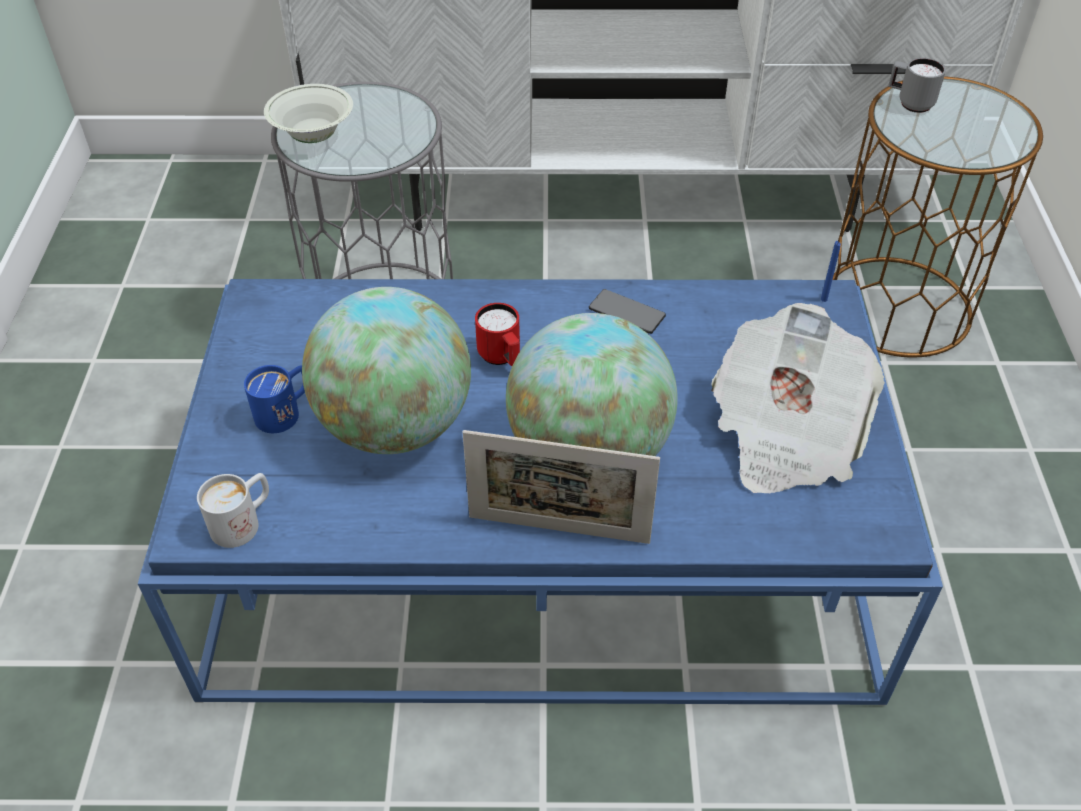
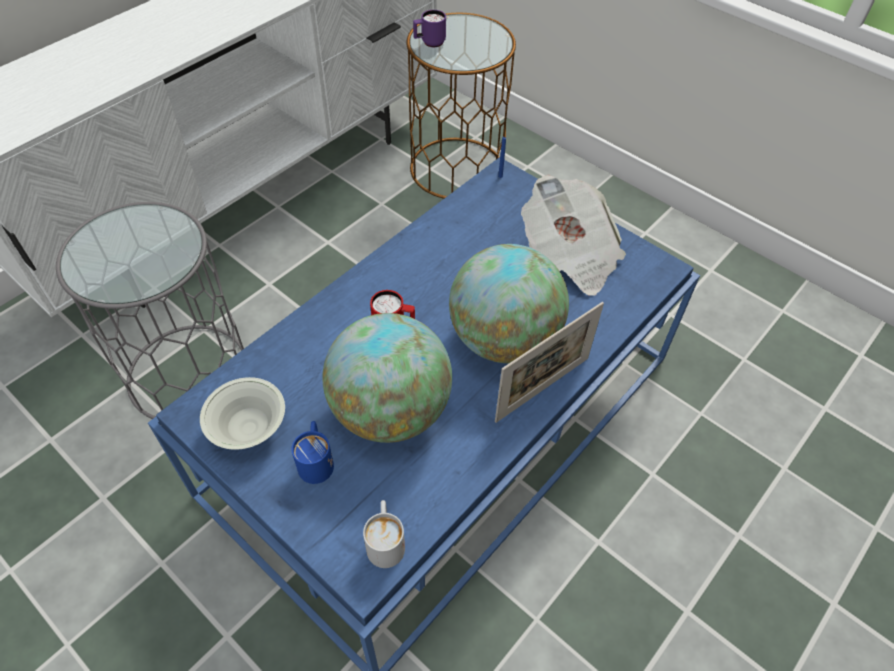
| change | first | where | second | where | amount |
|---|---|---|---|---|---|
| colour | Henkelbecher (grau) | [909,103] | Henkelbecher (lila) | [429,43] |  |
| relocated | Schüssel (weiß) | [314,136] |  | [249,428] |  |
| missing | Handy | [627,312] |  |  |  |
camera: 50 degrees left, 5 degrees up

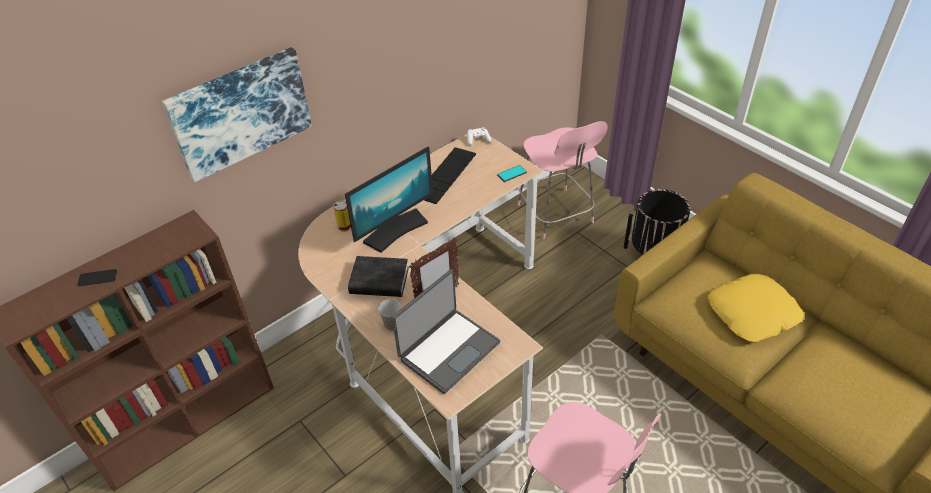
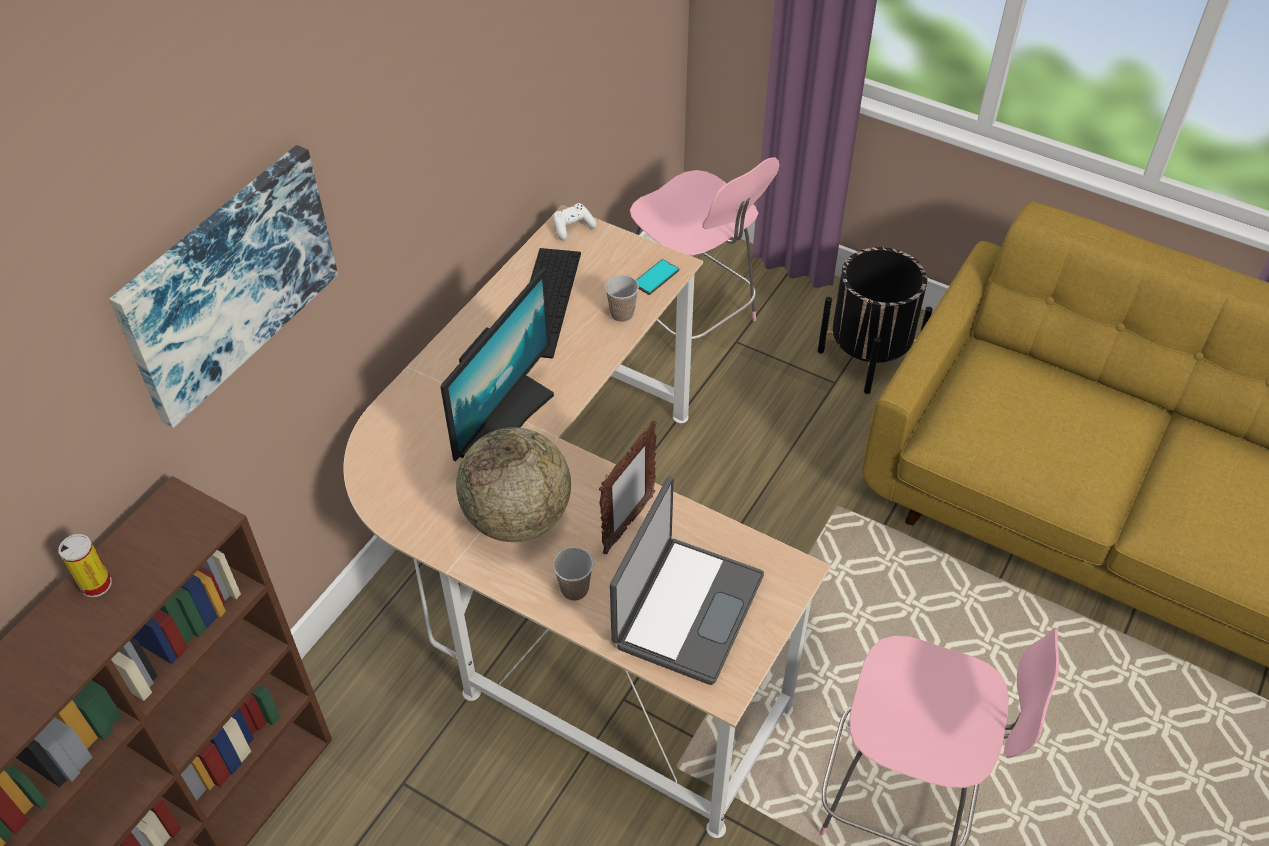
| change | first | where | second | where | amount |
|---|---|---|---|---|---|
| relocated | Dose | [344,227] |  | [96,584] |  |
| exchanged | Buch (schwarz) | [379,281] | Globus | [518,518] |  |
| missing | Handy | [97,278] |  |  |  |
| missing | Kissen (gelb) | [753,314] |  |  |  |
| appeared |  |  | Tasse | [622,314] |  |
camera: 20 degrees left, 5 degrees up

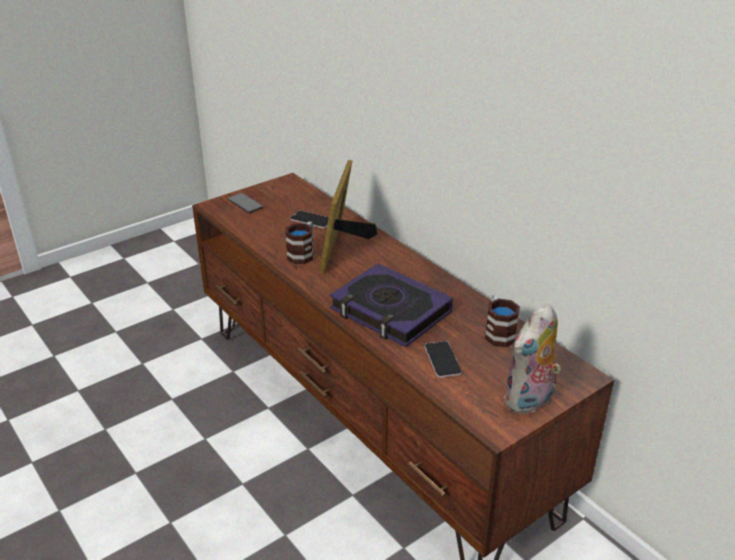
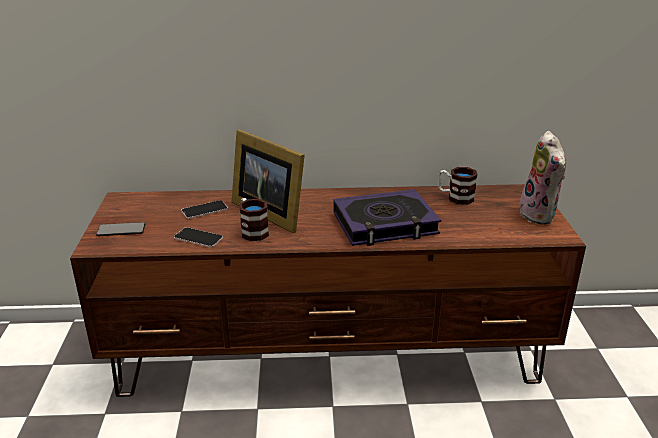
| change | first | where | second | where | amount |
|---|---|---|---|---|---|
| relocated | Handy | [442,360] |  | [198,238] |  |
camera: 55 degrees left, 5 degrees down

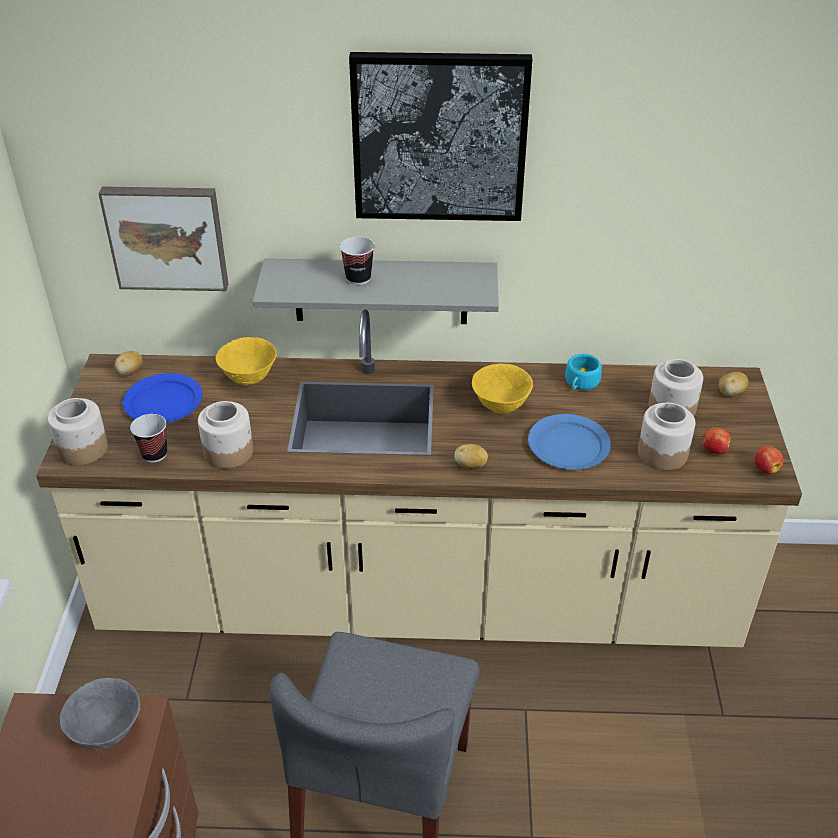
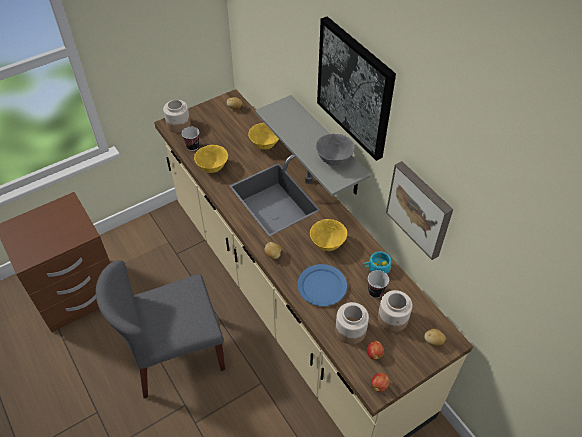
| change | first | where | second | where | amount |
|---|---|---|---|---|---|
| relocated | Bild | [167,236] |  | [420,209] |  |
| relocated | Tasse | [358,278] |  | [375,292] |  |
| missing | Teller (blau) | [163,402] |  |  |  |
| exchanged | Vorratsglas | [229,452] | Schüssel (gelb) | [213,168] |  |
| relocated | Schüssel (grau) | [108,731] |  | [334,160] |  |
camera: 55 degrees right, 10 degrees up

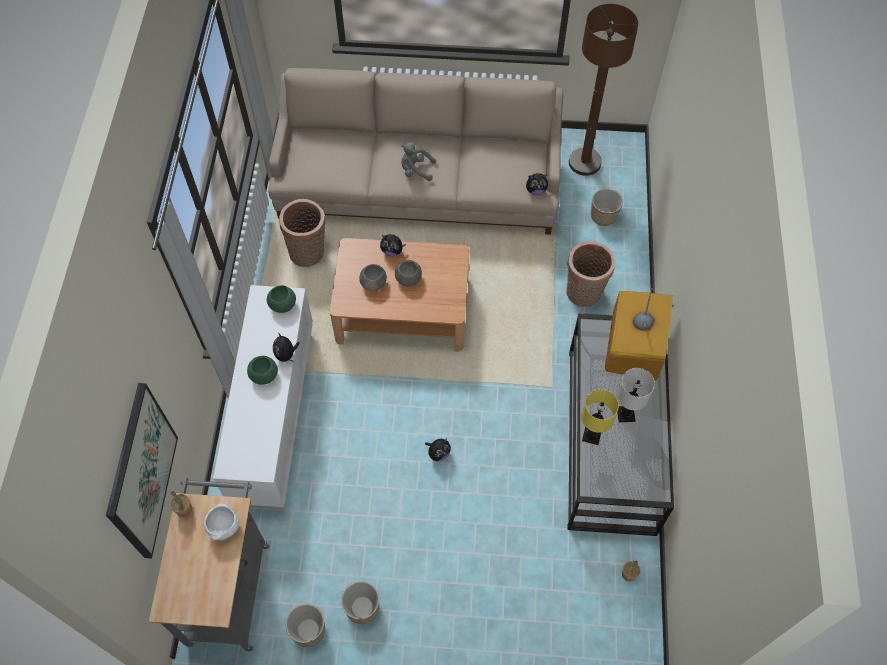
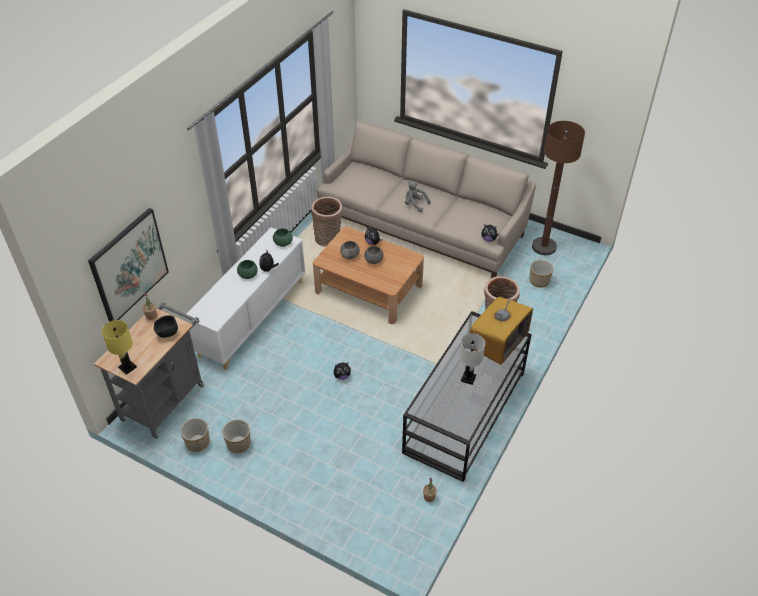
| change | first | where | second | where | amount |
|---|---|---|---|---|---|
| relocated | Tischlampe (gelb) | [592,435] |  | [128,367] |  |
| colour | Schüssel (weiß) | [224,528] | Schüssel (schwarz) | [167,334] |  |
camera: 25 degrees right, 15 degrees down

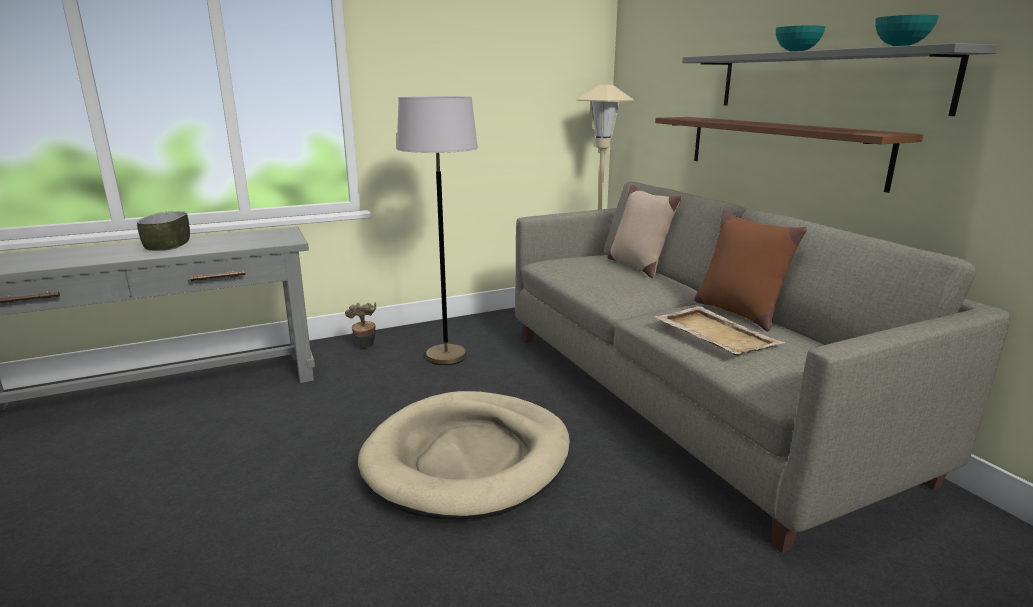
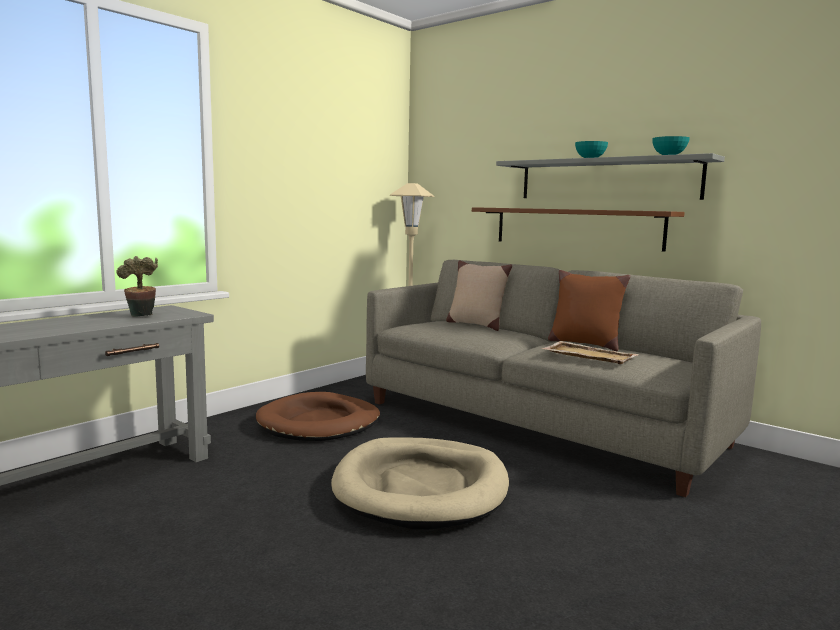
| change | first | where | second | where | amount |
|---|---|---|---|---|---|
| exchanged | Stehlampe (grau) | [446,356] | Hundebett (braun) | [319,423] |  |
| missing | Schüssel | [168,245] |  |  |  |
| relocated | Topfpflanze | [365,346] |  | [141,316] |  |
camera: 25 degrees left, 10 degrees down

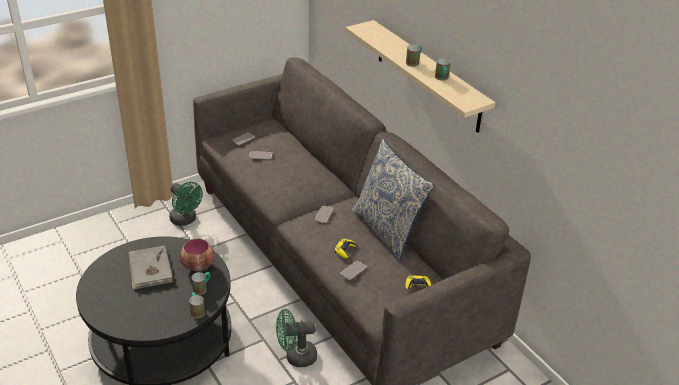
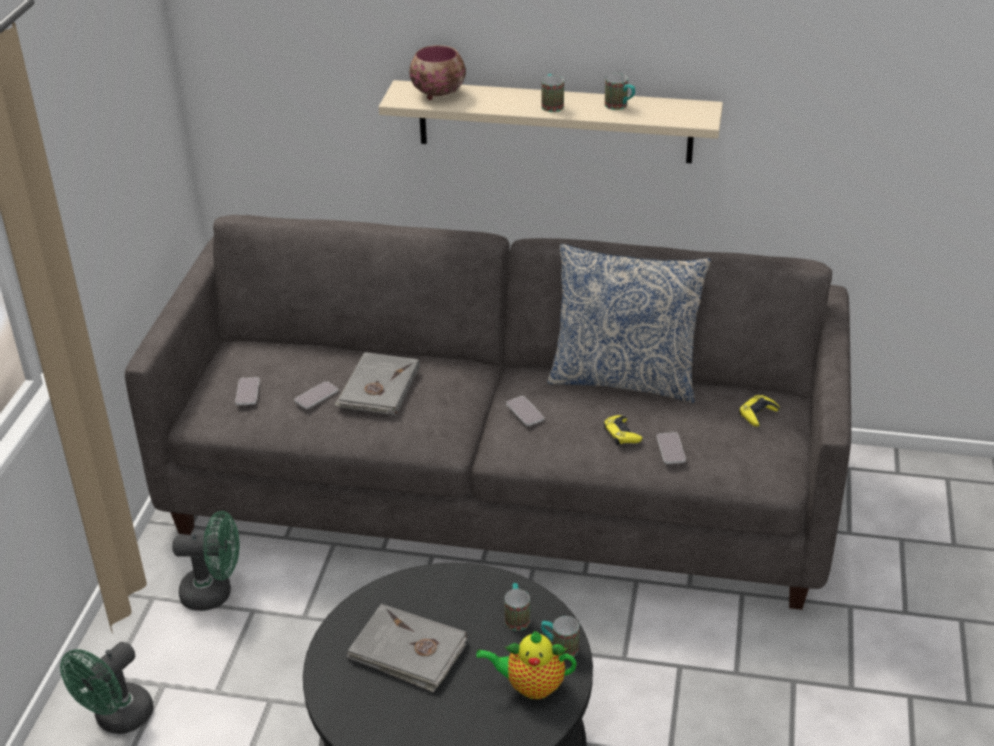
| change | first | where | second | where | amount |
|---|---|---|---|---|---|
| relocated | Schüssel | [199,266] |  | [440,93] |  |
| relocated | Ventilator (grün) | [296,357] |  | [117,719] |  |
| appeared |  |  | Buch (grau) | [378,387] |  |
| appeared |  |  | Teekanne | [531,686] |  |
camera: 45 degrees left, 0 degrees up

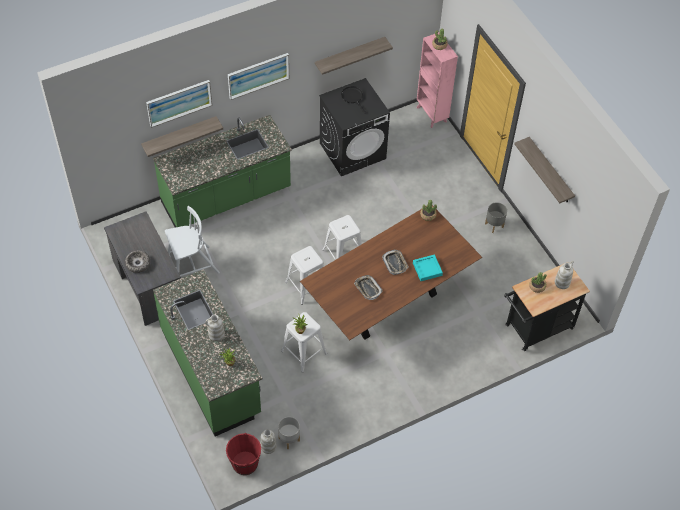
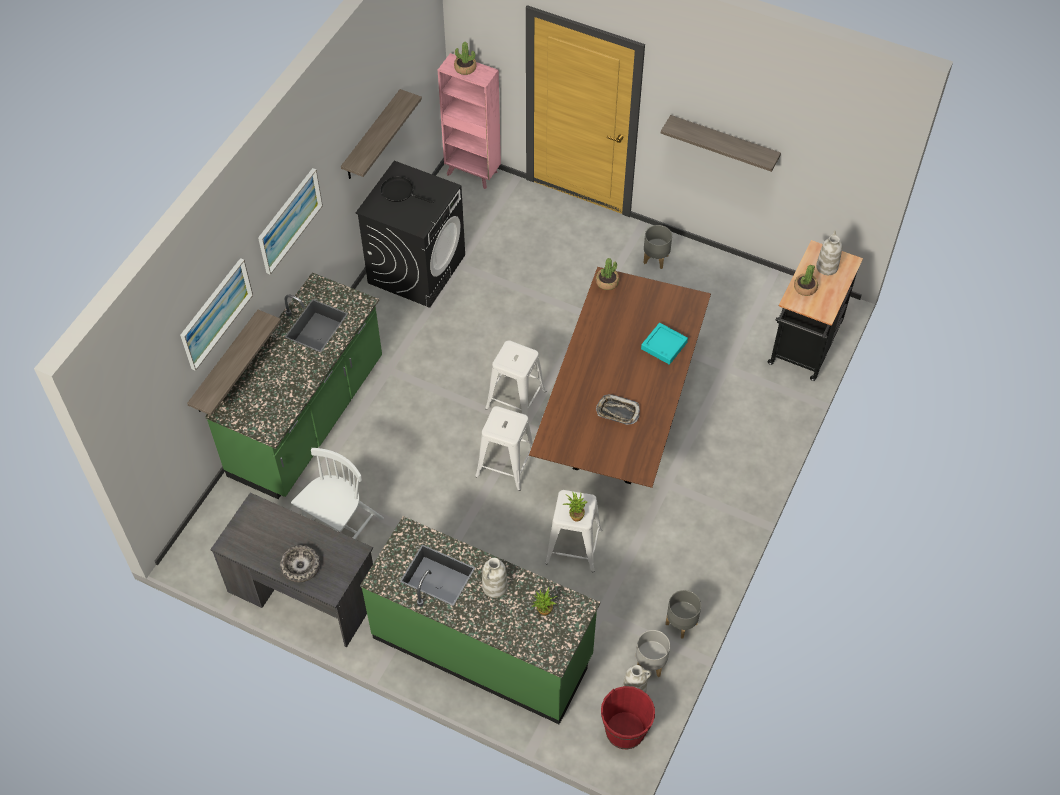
| change | first | where | second | where | amount |
|---|---|---|---|---|---|
| missing | Tablett | [395,263] |  |  |  |
| appeared |  |  | Pflanzkübel (grau) | [680,623] |  |
camera: 35 degrees left, 0 degrees up

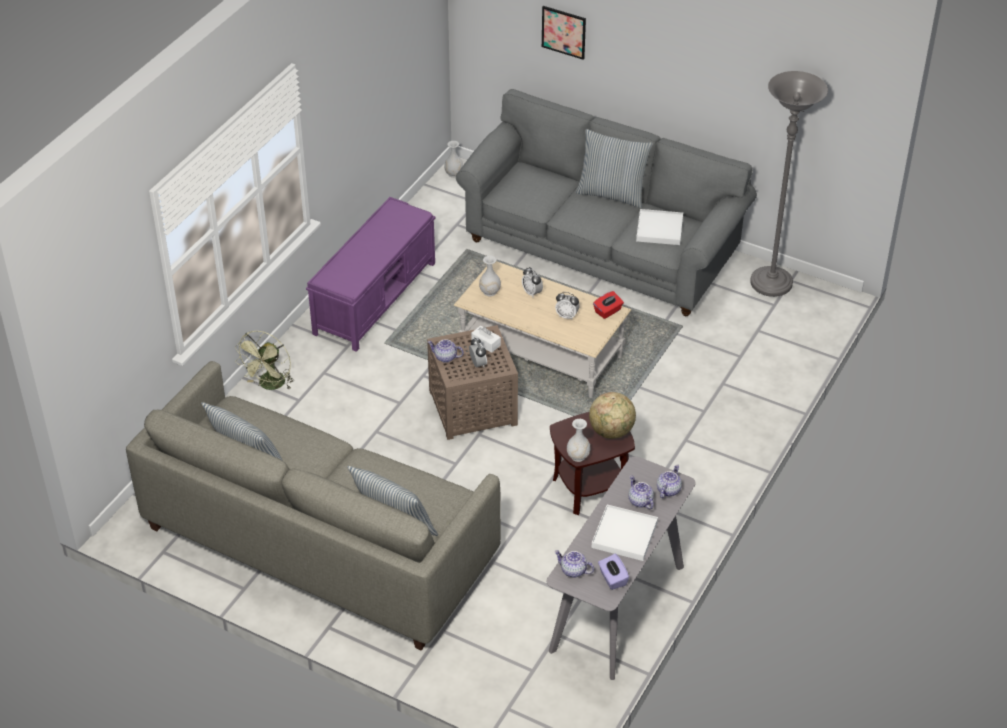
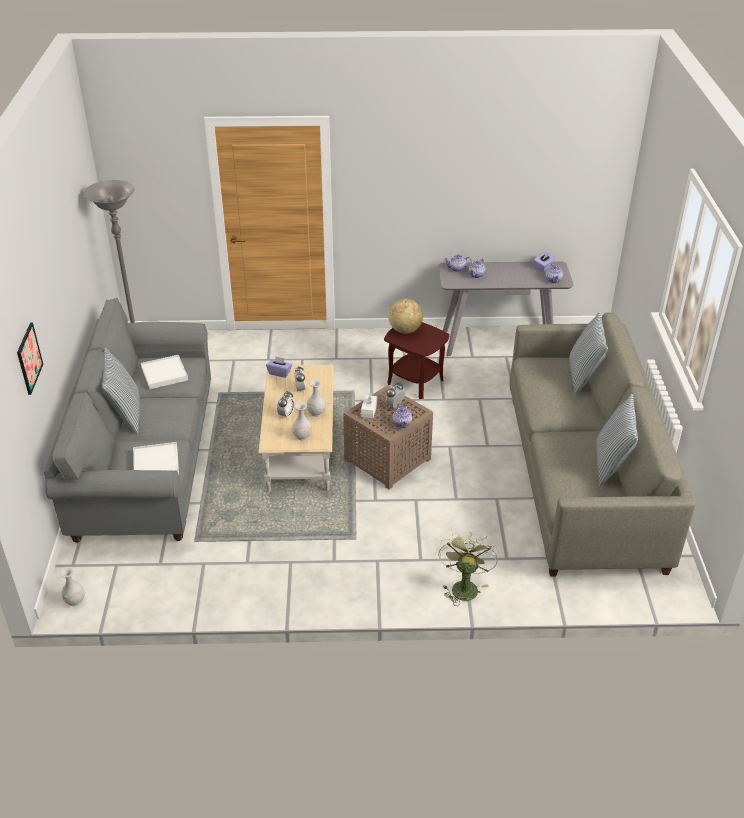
| change | first | where | second | where | amount |
|---|---|---|---|---|---|
| missing | Bank (lila) | [375,297] |  |  |  |
| colour | Taschentuchbox (rot) | [608,311] | Taschentuchbox (lila) | [279,373] |  |
| spun | Ventilator (grün) | [270,385] |  | [464,586] | 75 degrees counterclockwise |
| relocated | Vase (weiß) | [578,456] |  | [316,413] |  |
| relocated | Tablett (weiß) | [624,535] |  | [156,463] |  |
camera: 120 degrees left, 5 degrees down

